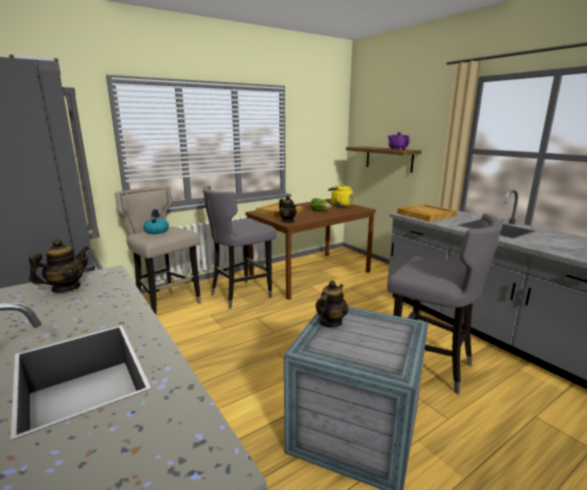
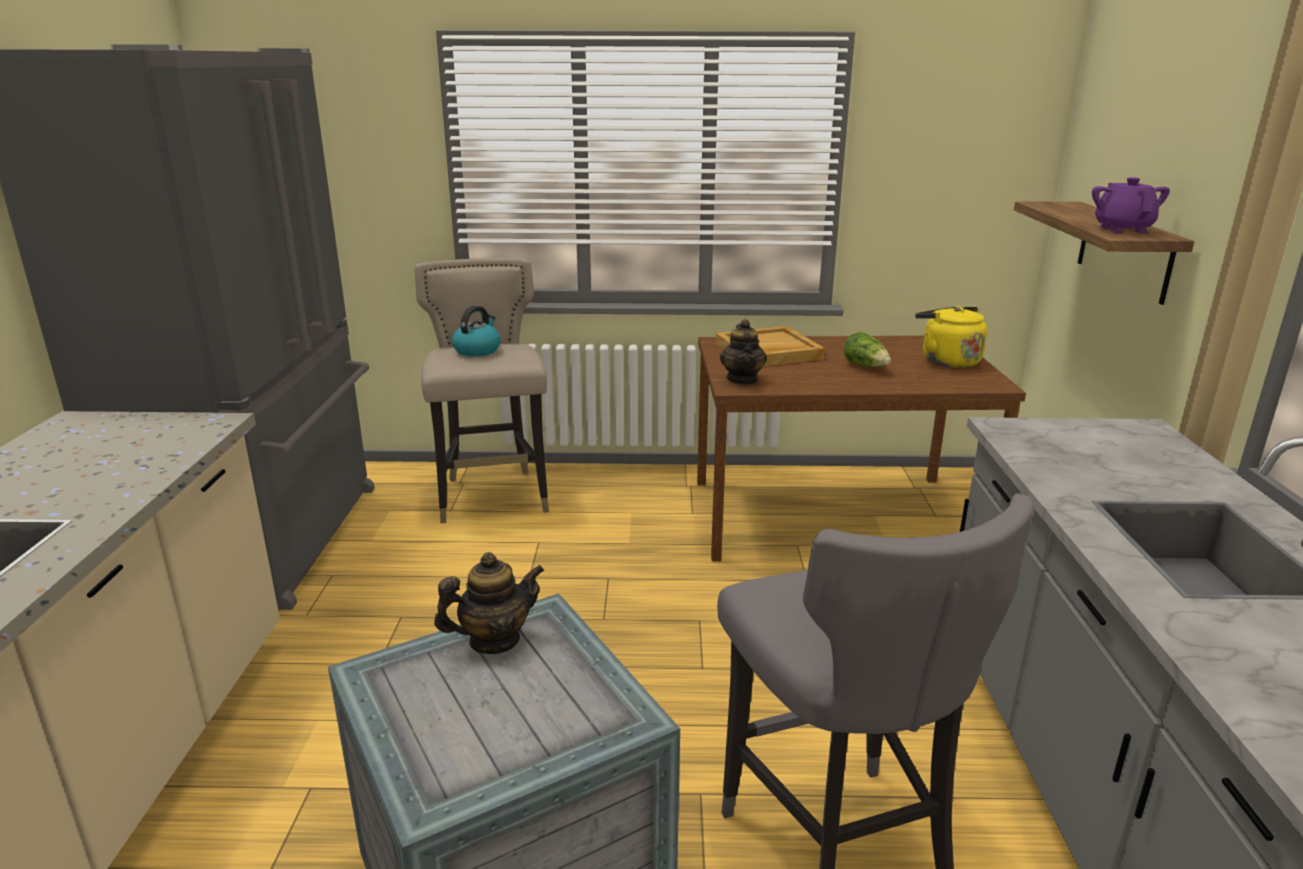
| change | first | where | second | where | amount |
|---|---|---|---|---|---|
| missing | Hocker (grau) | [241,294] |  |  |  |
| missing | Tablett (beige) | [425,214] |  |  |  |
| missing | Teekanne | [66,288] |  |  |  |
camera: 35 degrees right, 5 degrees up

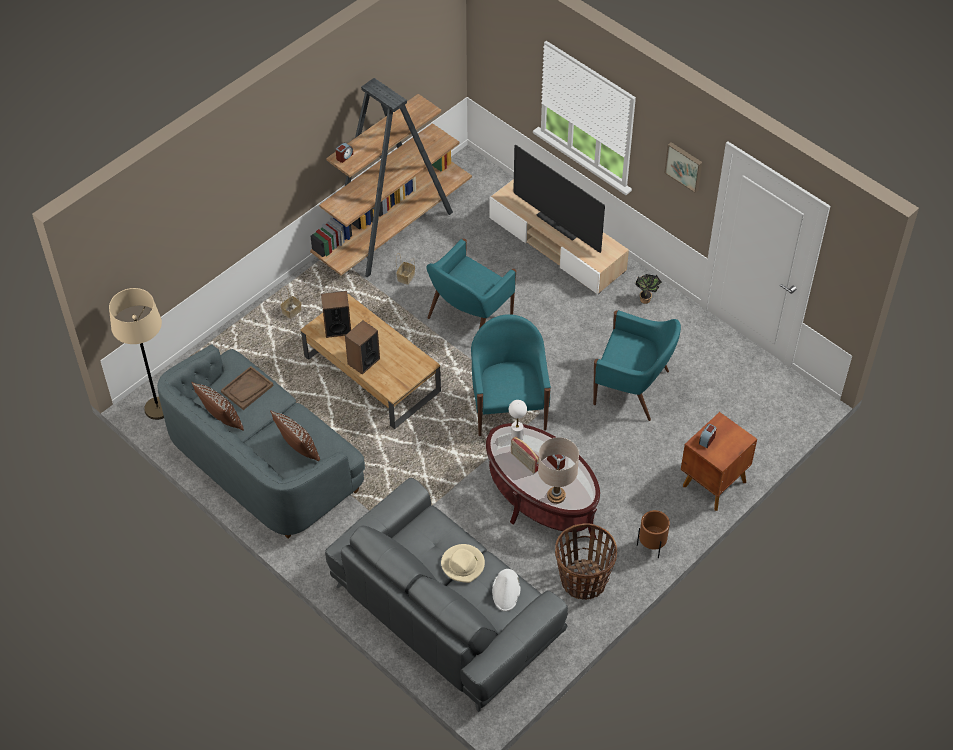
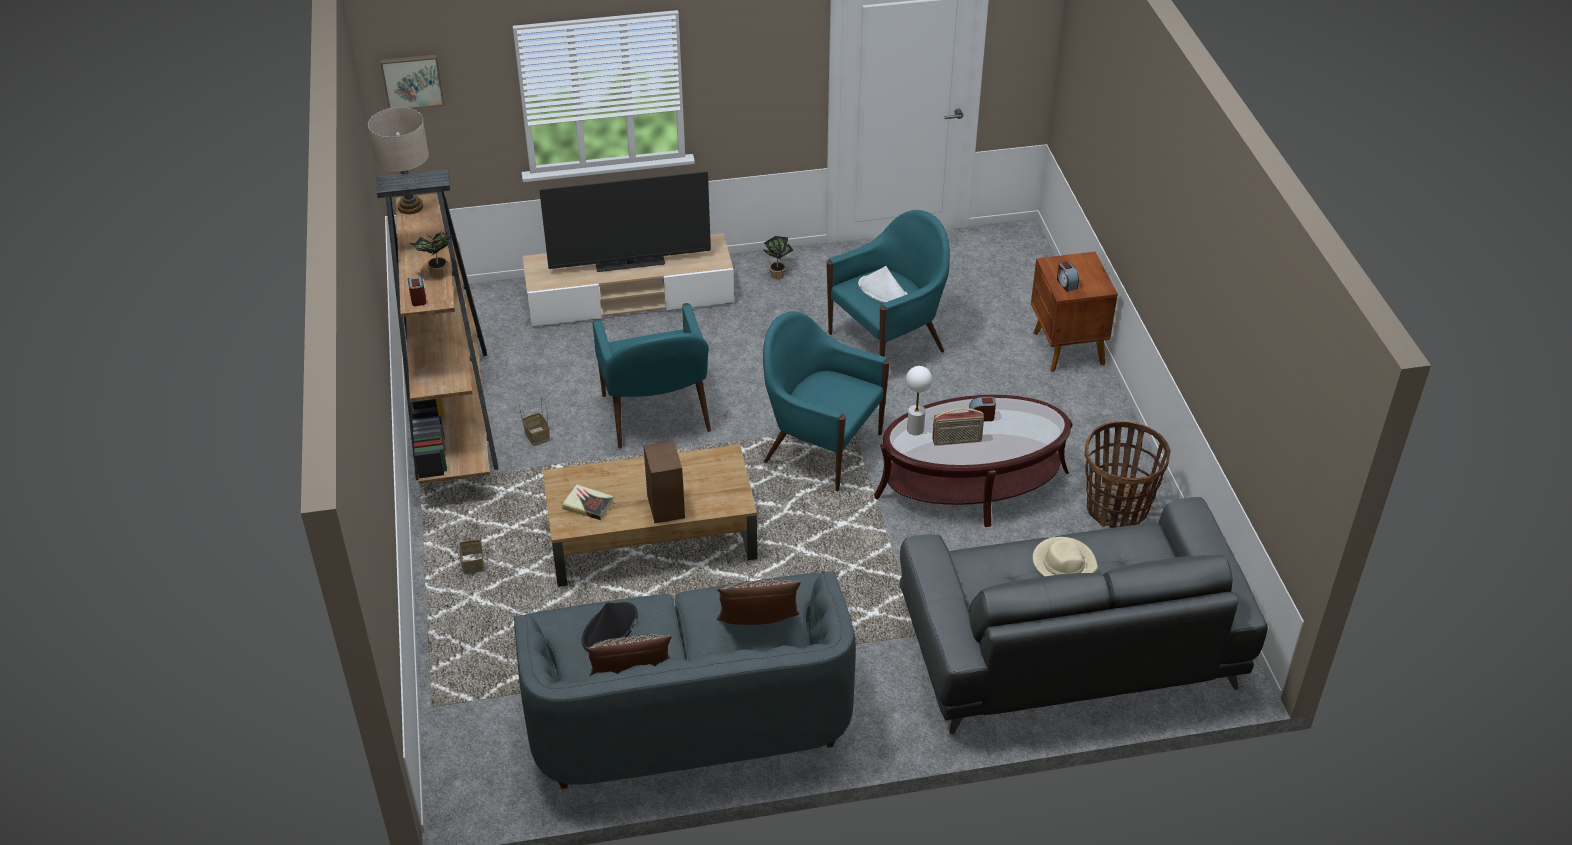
| change | first | where | second | where | amount |
|---|---|---|---|---|---|
| relocated | Bild | [684,166] |  | [412,81] |  |
| missing | Stehlampe (beige) | [158,409] |  |  |  |
| exchanged | Lautsprecher | [337,328] | Buch | [588,505] |  |
| exchanged | Tablett (braun) | [247,389] | Hut (schwarz) | [609,629] |  |
| relocated | Tischlampe (beige) | [556,495] |  | [410,207] |  |
| missing | Pflanzkübel (braun) | [651,546] |  |  |  |
| relocated | Hut (weiß) | [506,591] |  | [883,291] |  |
| appeared |  |  | Topfpflanze | [437,274] |  |
camera: 55 degrees left, 10 degrees down

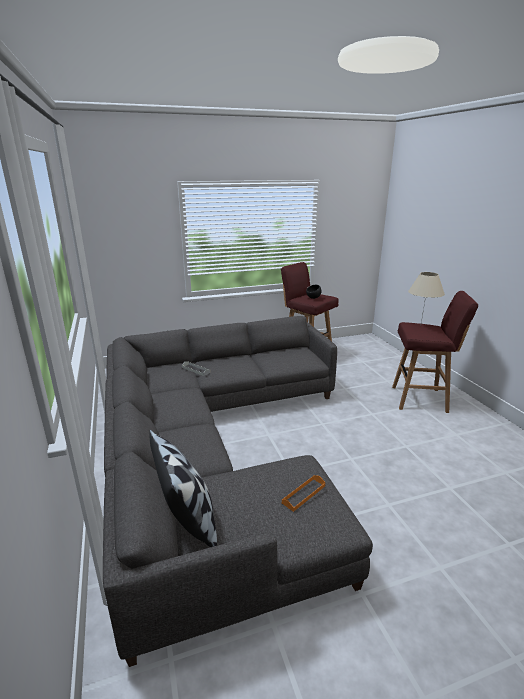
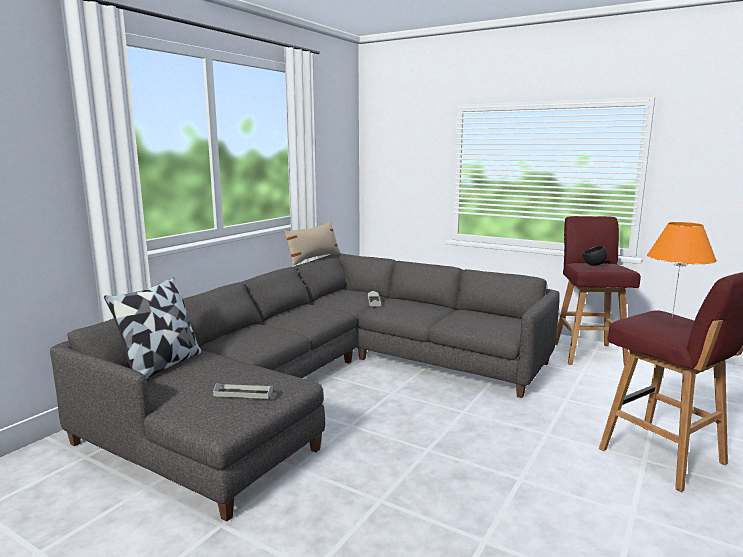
| change | first | where | second | where | amount |
|---|---|---|---|---|---|
| colour | Tischlampe (beige) | [420,325] | Tischlampe (orange) | [672,317] |  |
| colour | Tablett (orange) | [303,494] | Tablett (grau) | [243,393] |  |
| appeared |  |  | Kissen (beige) | [313,259] |  |
camera: 50 degrees right, 10 degrees down

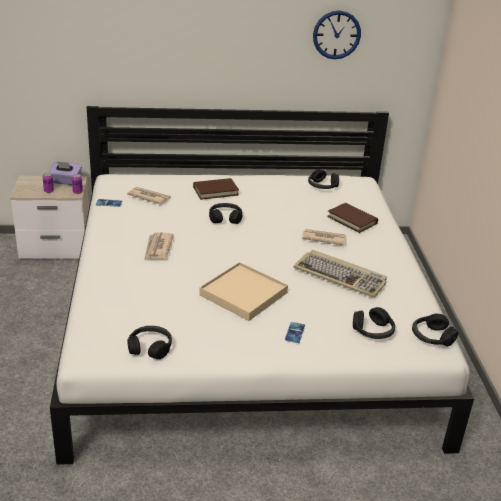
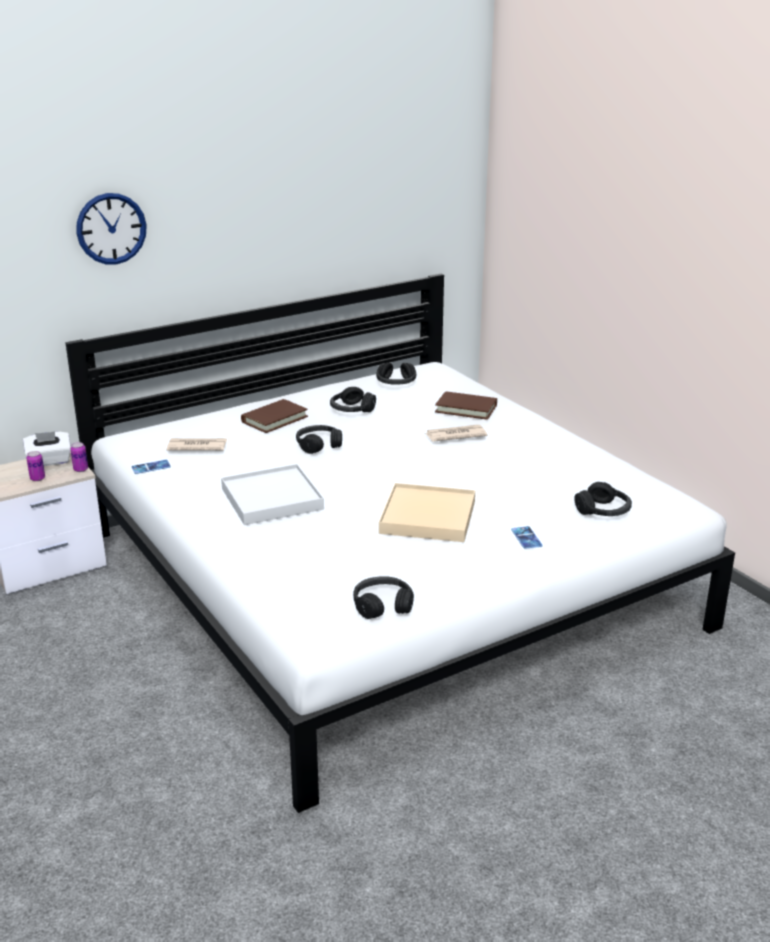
| change | first | where | second | where | amount |
|---|---|---|---|---|---|
| relocated | Wanduhr | [336,35] |  | [111,228] |  |
| colour | Taschentuchbox (lila) | [65,181] | Taschentuchbox (weiß) | [49,461] |  |
| exchanged | Zeitung | [158,248] | Tablett (weiß) | [272,499] |  |
| missing | Tastatur | [341,276] |  |  |  |
| relocated | Kopfhörer (schwarz) | [431,337] |  | [351,410] |  |
camera: 25 degrees left, 5 degrees down

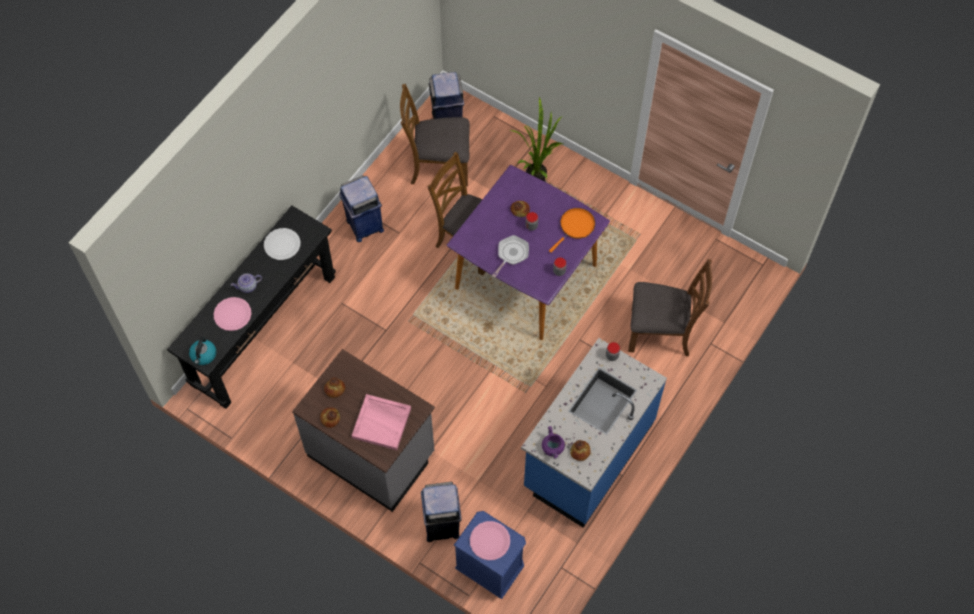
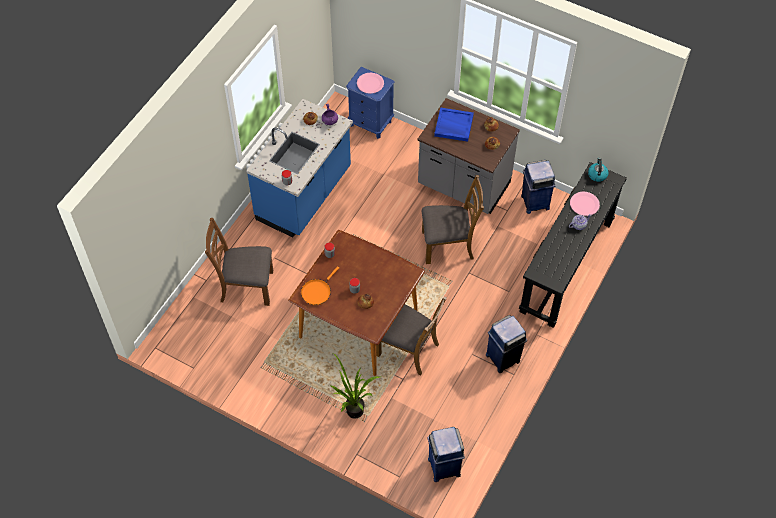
| change | first | where | second | where | amount |
|---|---|---|---|---|---|
| relocated | Stuhl (braun) | [438,165] |  | [448,245] |  |
| colour | Esstisch (lila) | [526,277] | Esstisch (braun) | [358,323] |  |
| missing | Teller (weiß) | [282,244] |  |  |  |
| missing | Pfanne | [511,254] |  |  |  |
| colour | Tablett (rosa) | [382,423] | Tablett (blau) | [453,126] |  |
| relocated | Mülleimer (blau) | [442,525] |  | [534,202] |  |
camera: 175 degrees right, 5 degrees down

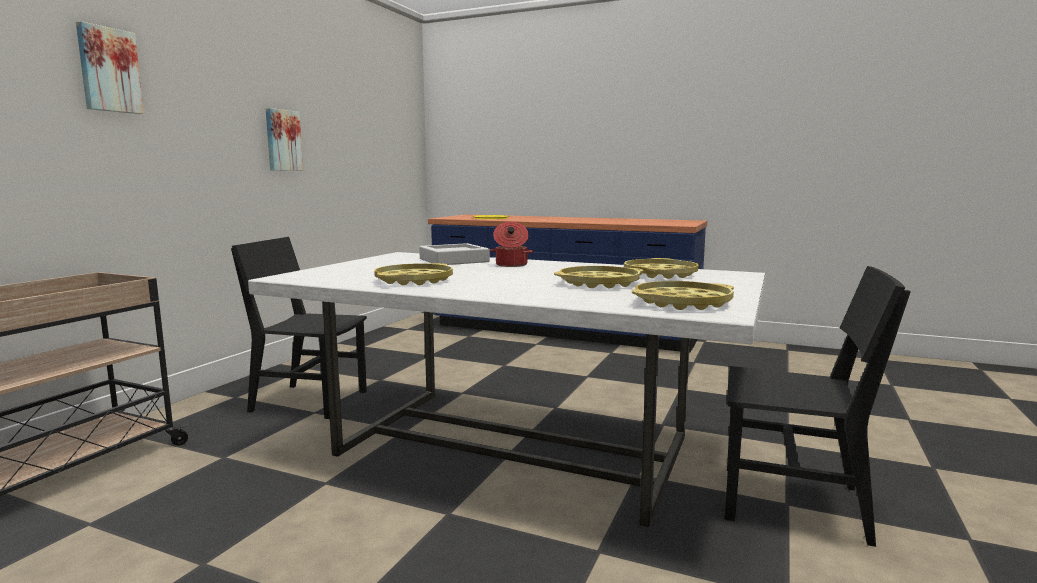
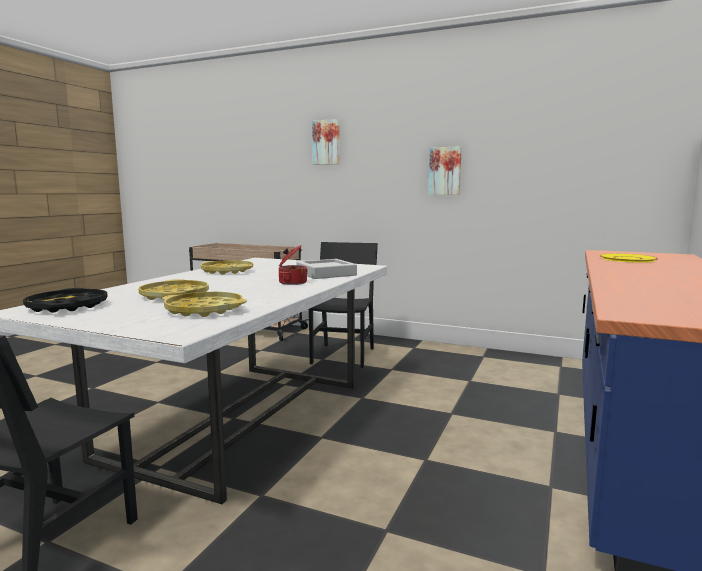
| change | first | where | second | where | amount |
|---|---|---|---|---|---|
| colour | Tablett (gelb) | [682,303] | Tablett (schwarz) | [67,306] |  |
camera: 90 degrees right, 0 degrees up

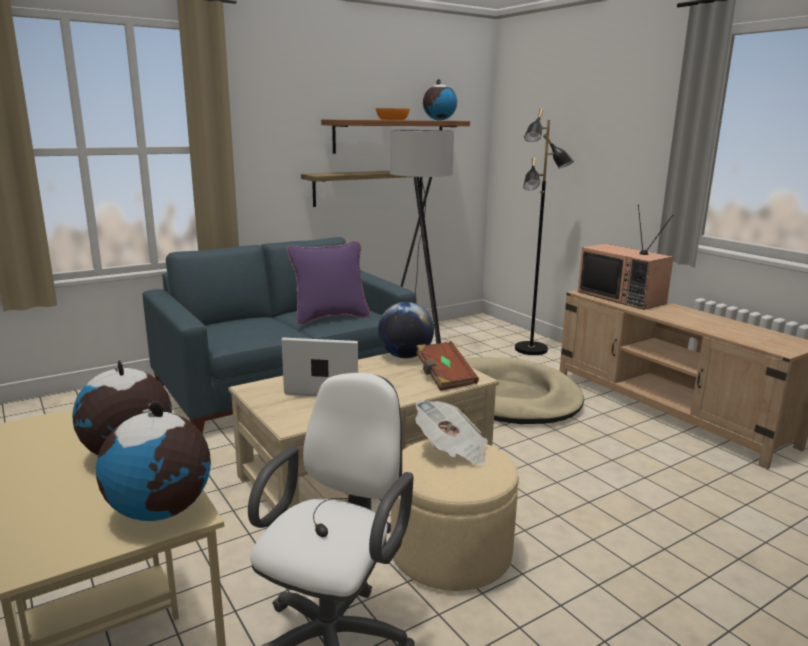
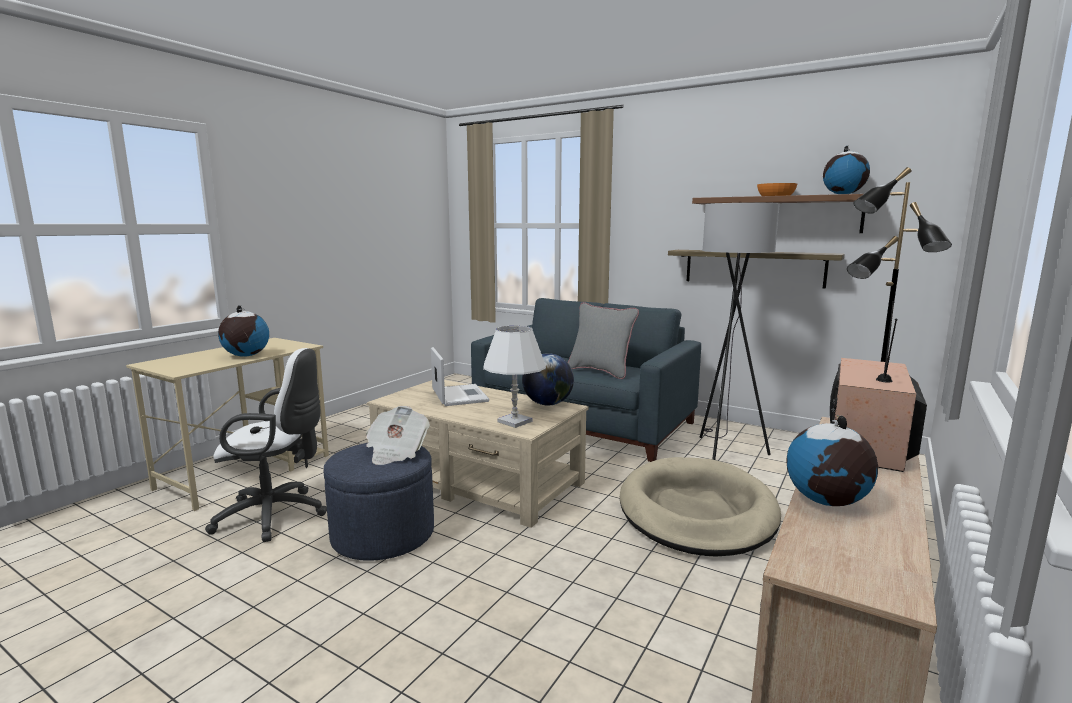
| change | first | where | second | where | amount |
|---|---|---|---|---|---|
| colour | Kissen (lila) | [330,317] | Kissen (grau) | [600,371] |  |
| exchanged | Buch (braun) | [444,377] | Tischlampe (weiß) | [515,421] |  |
| relocated | Globus | [161,511] |  | [826,501] |  |
| colour | Polsterhocker (beige) | [451,552] | Polsterhocker (blau) | [383,534] |  |
camera: 65 degrees right, 5 degrees down

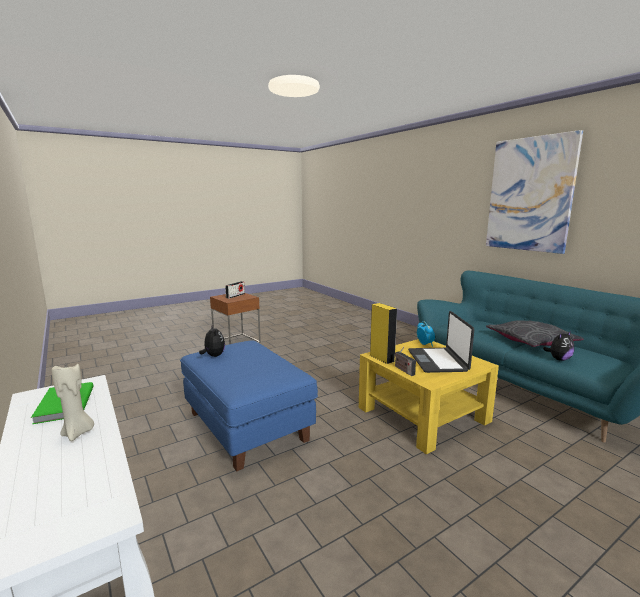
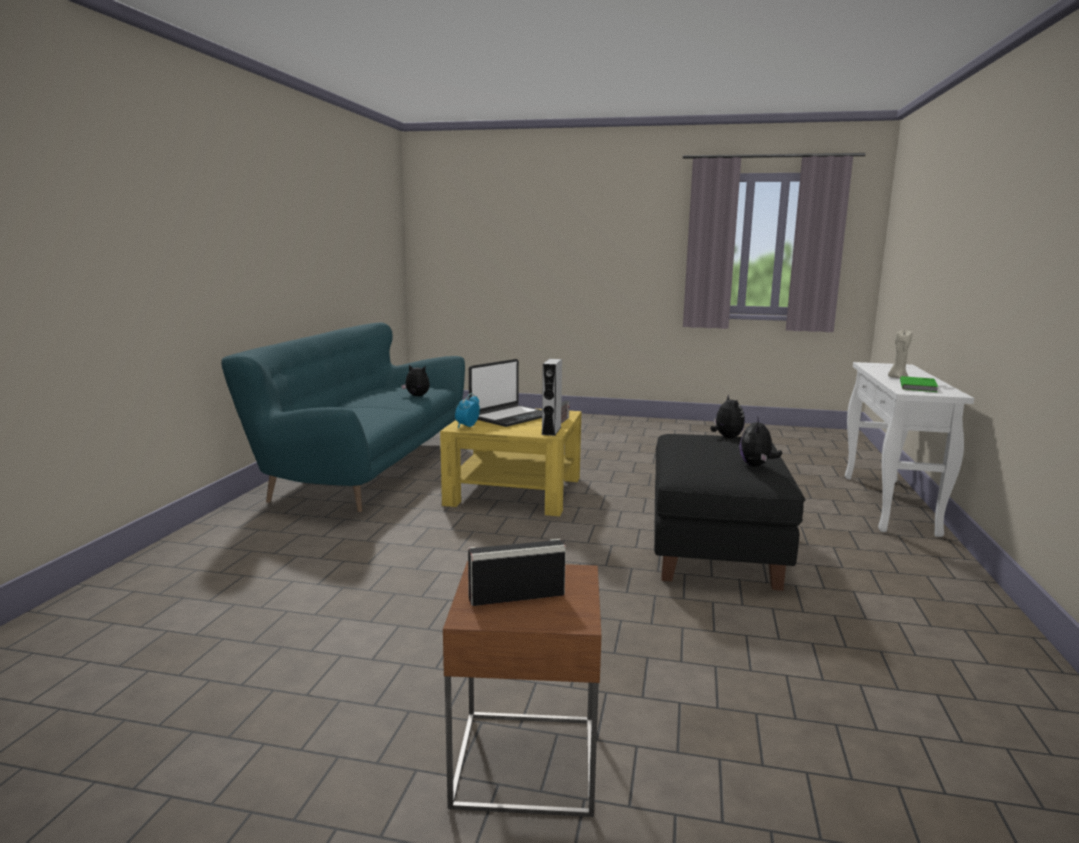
| change | first | where | second | where | amount |
|---|---|---|---|---|---|
| missing | Bild | [530,194] |  |  |  |
| colour | Lautsprecher (gelb) | [382,358] | Lautsprecher (grau) | [551,431] |  |
| missing | Kissen (grau) | [531,341] |  |  |  |
| colour | Polsterhocker (blau) | [246,425] | Polsterhocker (schwarz) | [715,548] |  |
| appeared |  |  | Plüschtier | [726,437] |  |
camera: 135 degrees left, 0 degrees up

